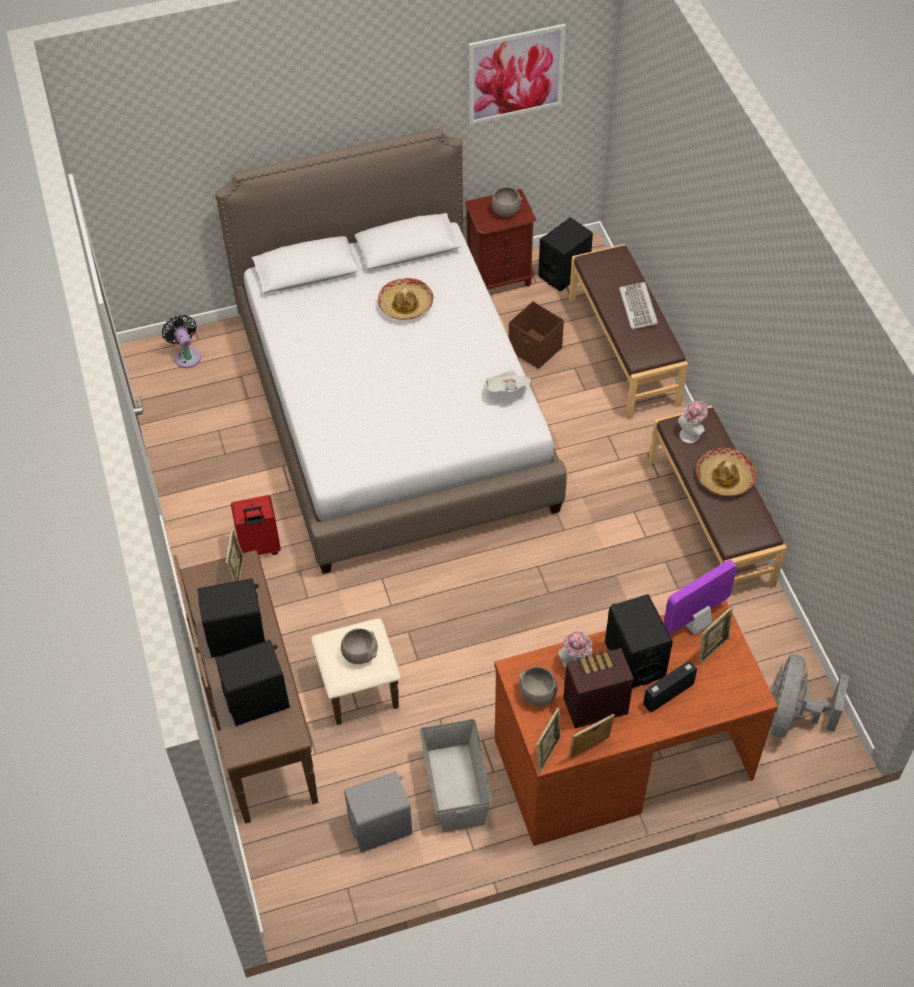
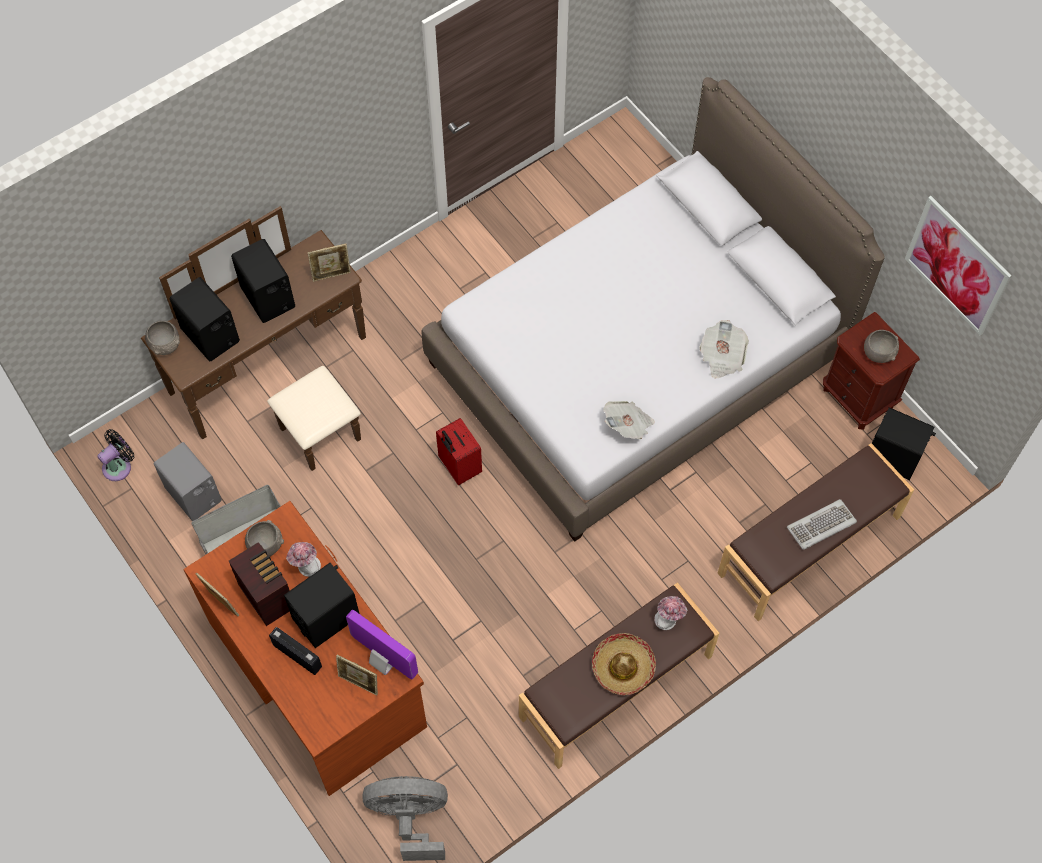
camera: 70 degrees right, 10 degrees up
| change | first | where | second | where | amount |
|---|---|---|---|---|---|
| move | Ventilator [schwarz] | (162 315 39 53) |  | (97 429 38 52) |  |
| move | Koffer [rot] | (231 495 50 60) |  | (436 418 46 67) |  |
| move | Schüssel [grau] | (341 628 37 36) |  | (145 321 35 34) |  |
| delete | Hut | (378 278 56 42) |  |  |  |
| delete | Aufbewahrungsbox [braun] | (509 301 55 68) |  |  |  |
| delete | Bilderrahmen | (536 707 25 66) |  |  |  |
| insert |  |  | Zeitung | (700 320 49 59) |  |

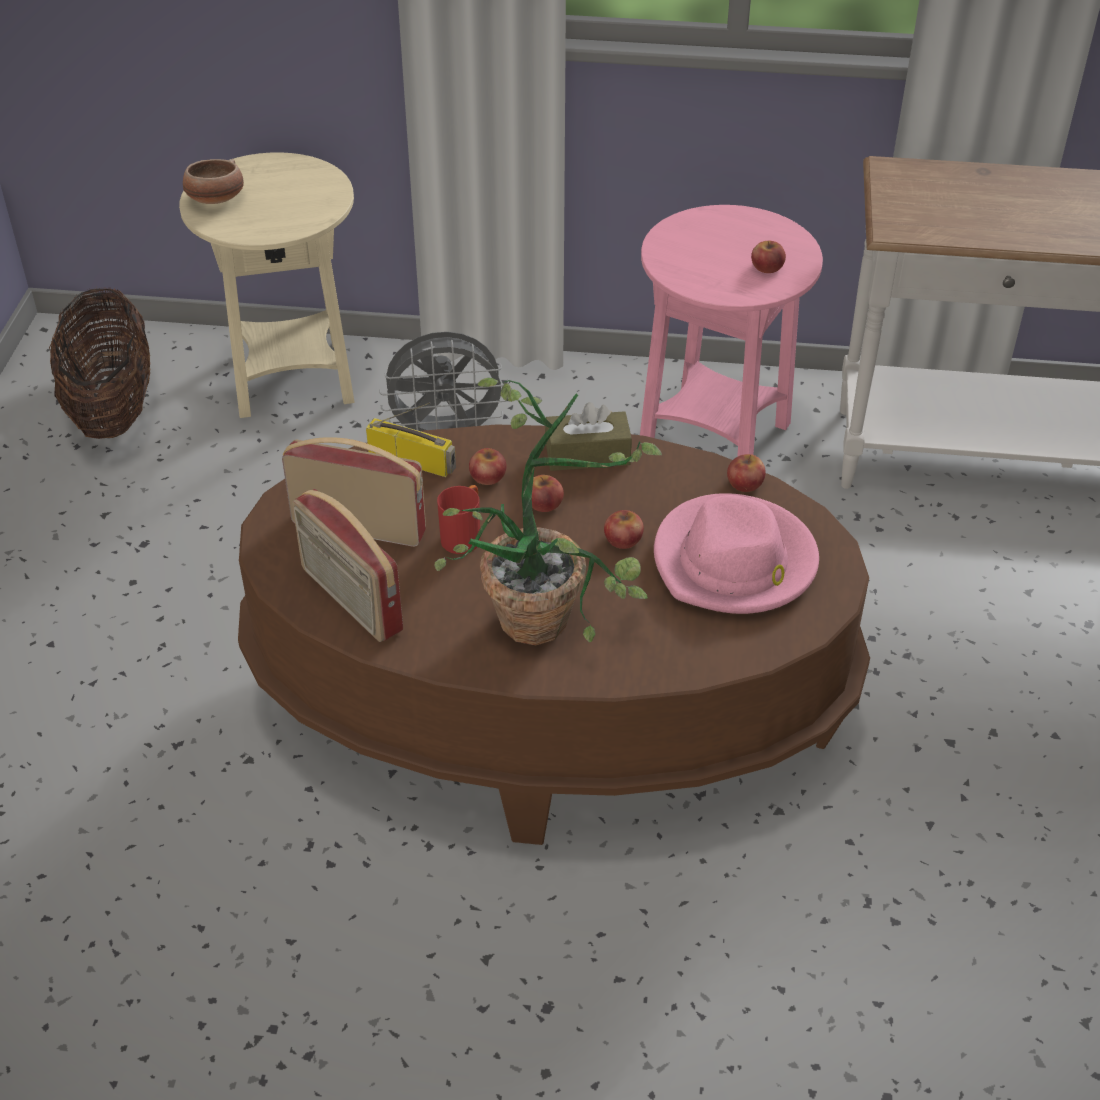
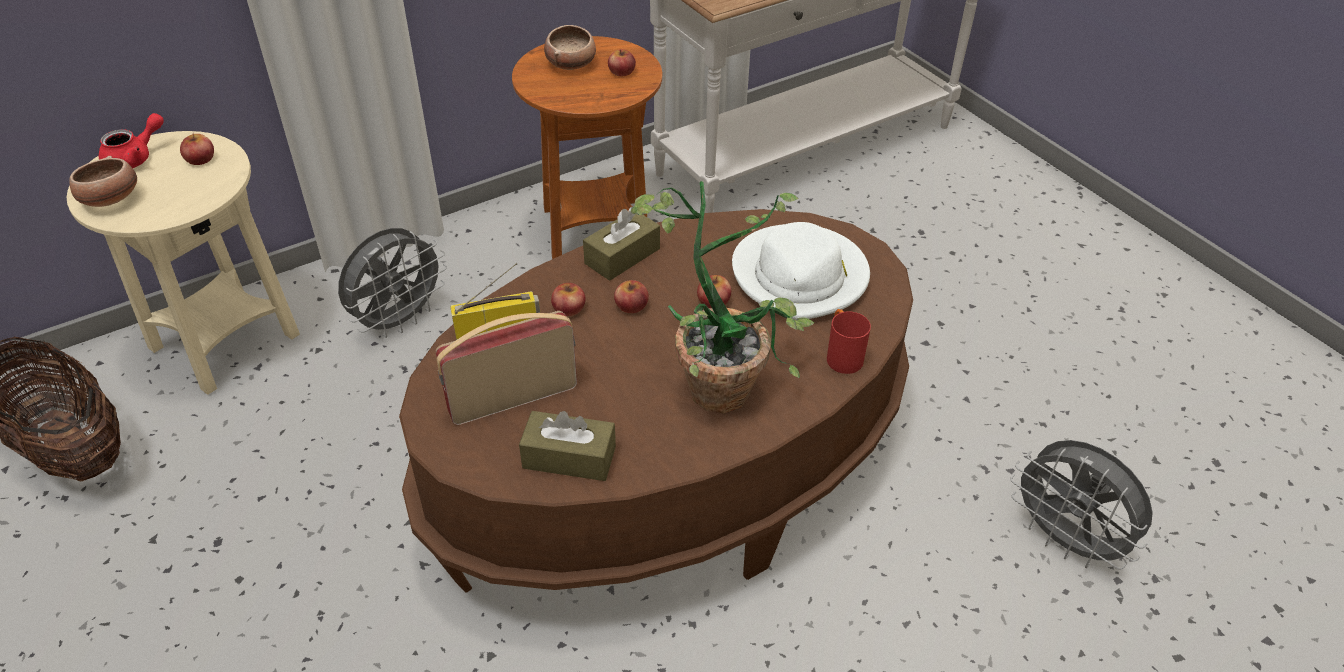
camera: 40 degrees left, 0 degrees up
| change | first | where | second | where | amount |
|---|---|---|---|---|---|
| replace | Radio | (292 489 111 153) | Taschentuchbox [braun] | (519 411 97 70) |  |
| move | Henkelbecher [rot] | (437 485 44 69) |  | (827 309 44 65) |  |
| recolor | Beistelltisch [rosa] | (640 205 183 252) | Beistelltisch [braun] | (512 36 150 223) |  |
| recolor | Hut [rosa] | (654 493 165 121) | Hut [weiß] | (732 222 138 98) |  |
| move | Apfel | (727 454 39 38) |  | (180 133 34 32) |  |
| insert |  |  | Teekanne [rot] | (99 113 65 55) |  |
| insert |  |  | Schüssel | (544 25 52 45) |  |
| insert |  |  | Ventilator [grau] | (1010 440 143 130) |  |

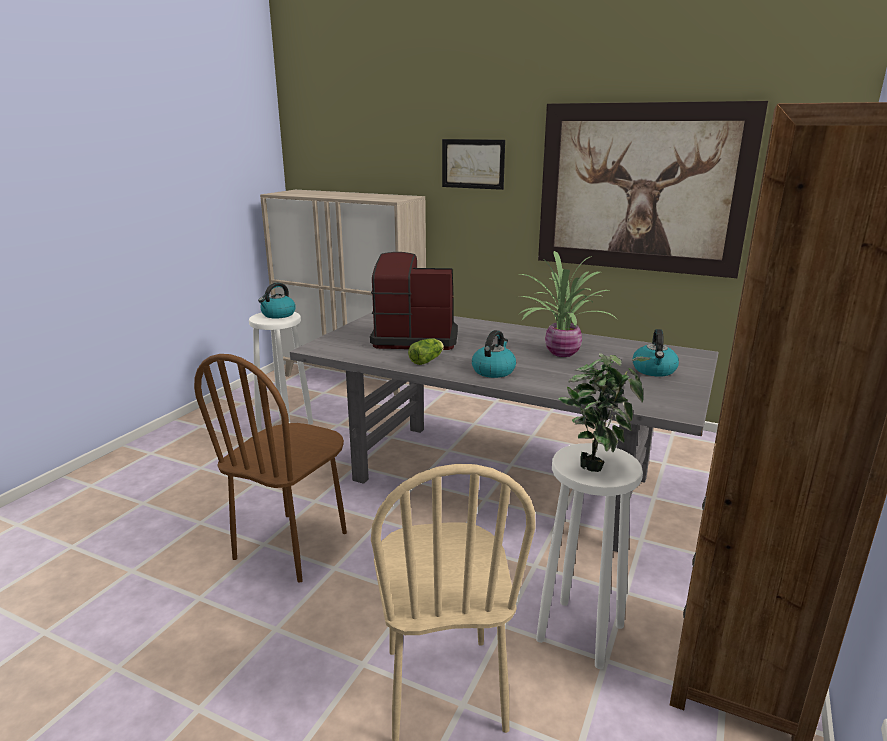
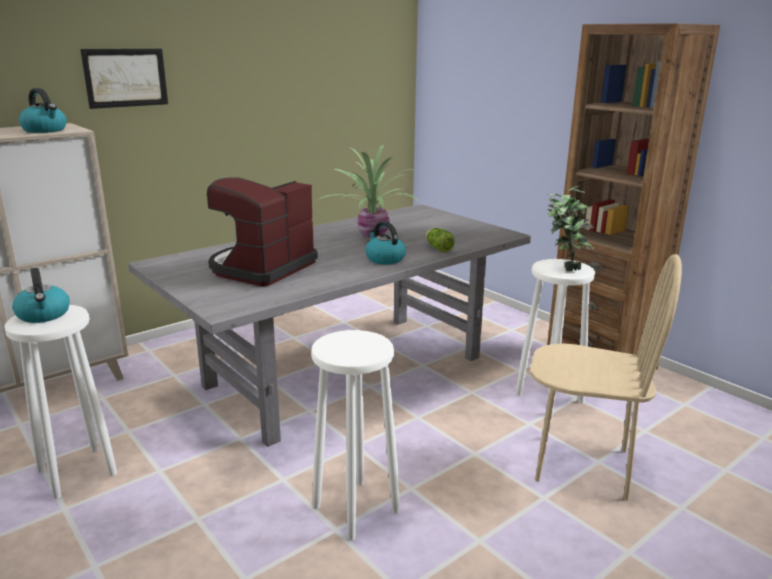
camera: 65 degrees left, 0 degrees up
| change | first | where | second | where | amount |
|---|---|---|---|---|---|
| replace | Stuhl [braun] | (194 354 153 229) | Hocker [weiß] | (311 330 89 211) |  |
| move | Salatkopf | (408 338 36 27) |  | (426 228 29 24) |  |
| delete | Bild | (538 101 230 177) |  |  |  |
| move | Wasserkessel | (633 329 46 48) |  | (19 88 48 45) |  |

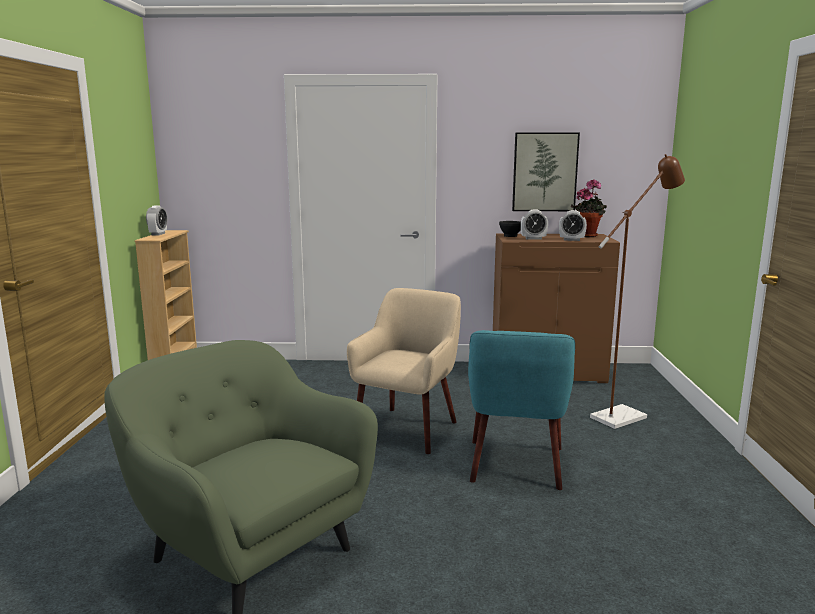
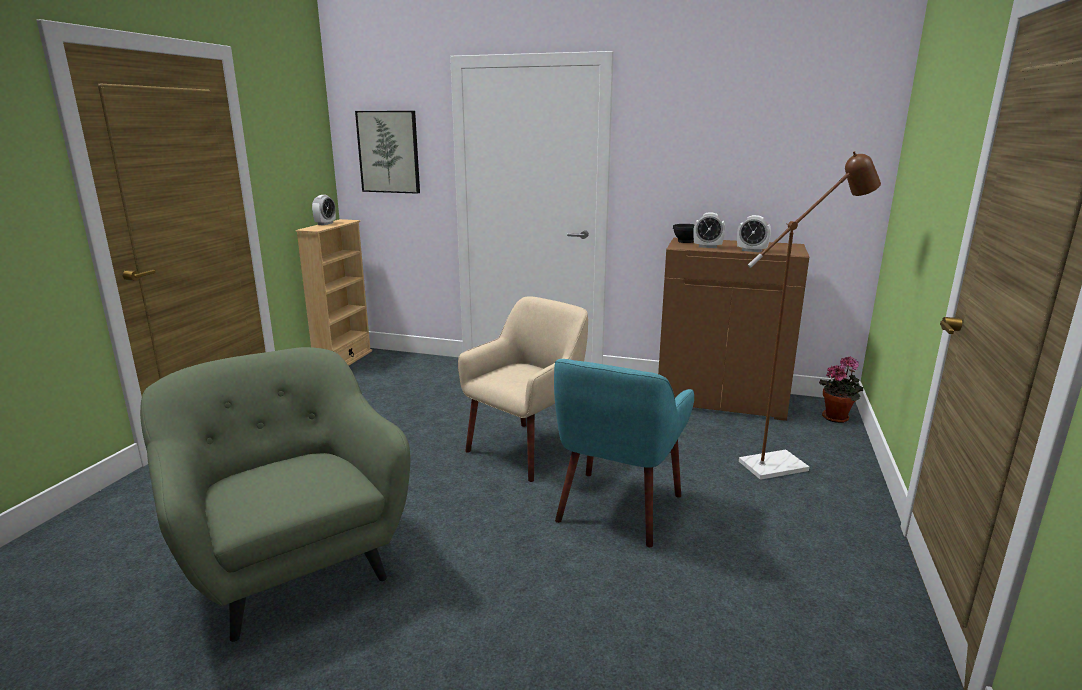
camera: 15 degrees right, 5 degrees up
| change | first | where | second | where | amount |
|---|---|---|---|---|---|
| move | Bild | (512 132 68 79) |  | (355 111 65 83) |  |
| move | Topfpflanze | (571 179 36 58) |  | (819 356 44 67) |  |

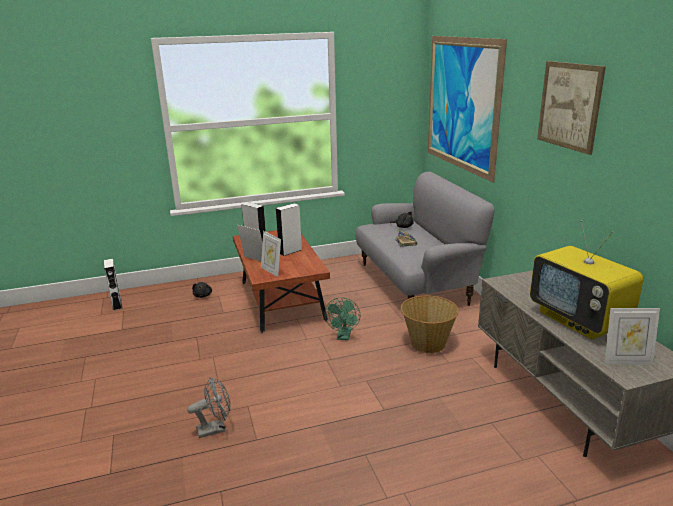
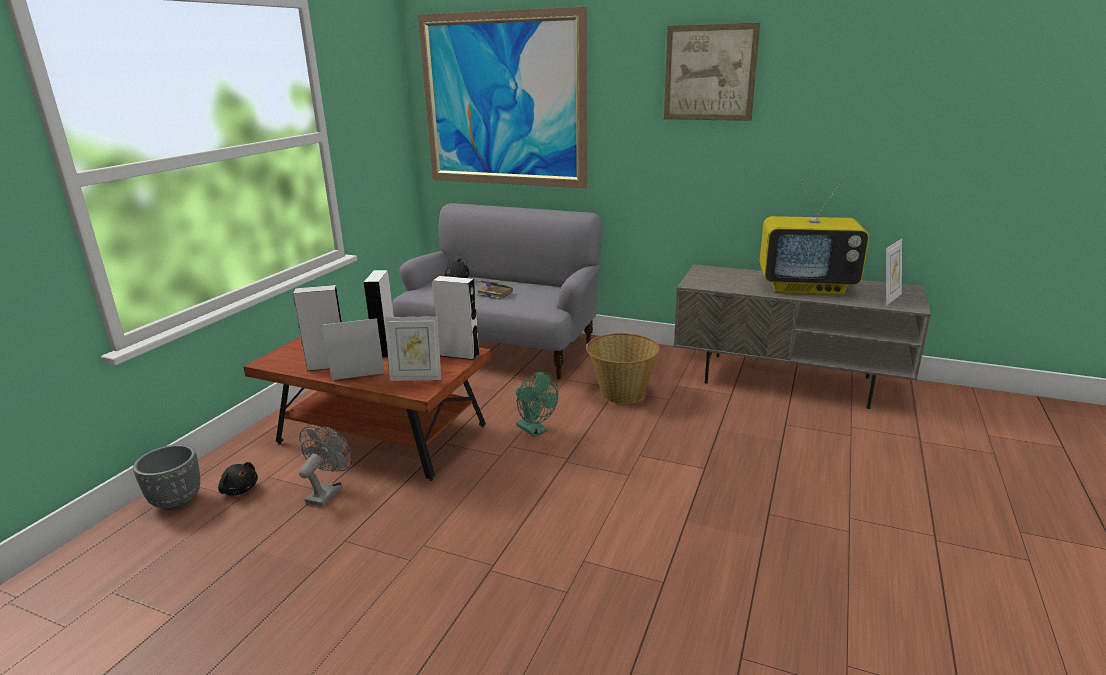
camera: 50 degrees left, 0 degrees up
| change | first | where | second | where | amount |
|---|---|---|---|---|---|
| move | Lautsprecher [weiß] | (104 259 18 51) |  | (432 276 48 84) |  |
| move | Ventilator [grau] | (187 377 44 61) |  | (299 425 53 82) |  |
| insert |  |  | Pflanzkübel [grau] | (133 444 67 66) |  |

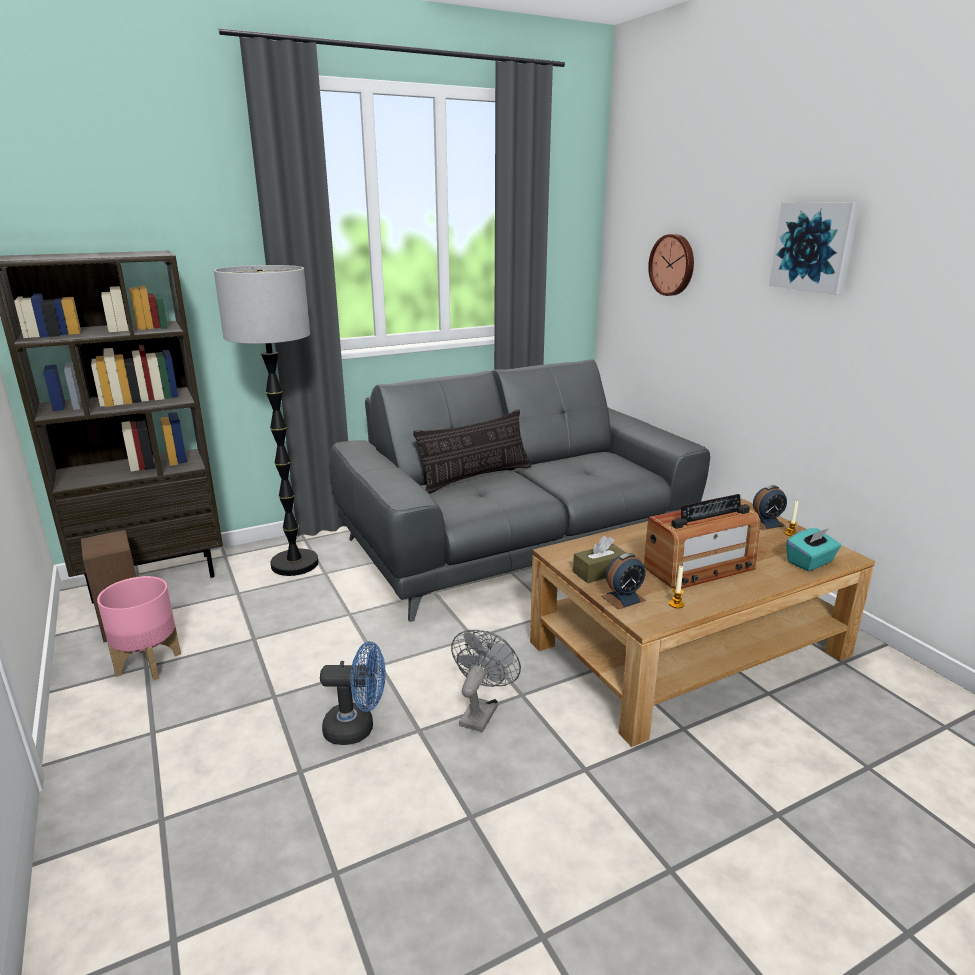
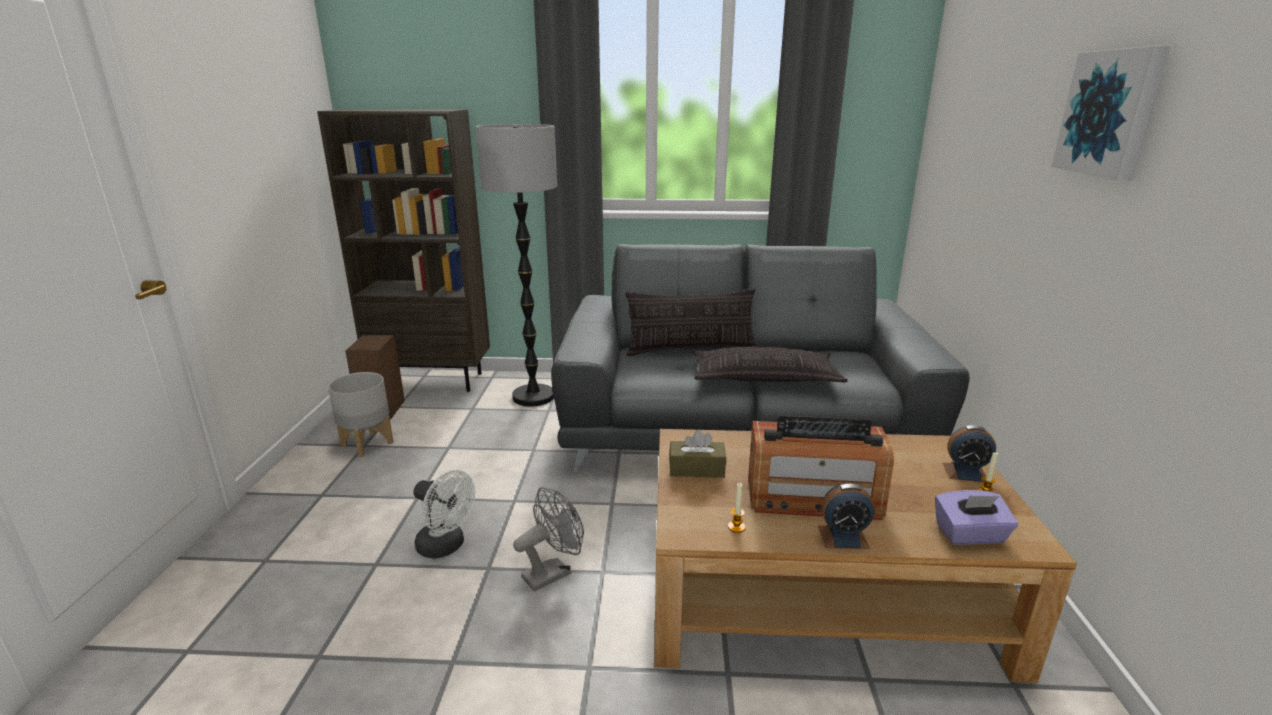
camera: 30 degrees right, 0 degrees up
| change | first | where | second | where | amount |
|---|---|---|---|---|---|
| recolor | Pflanzkübel [rosa] | (97 576 84 104) | Pflanzkübel [grau] | (328 372 65 85) |  |
| recolor | Ventilator [blau] | (320 641 65 104) | Ventilator [weiß] | (413 470 62 89) |  |
| move | Wecker | (601 553 45 57) |  | (818 484 56 65) |  |
| delete | Wanduhr | (648 234 46 62) |  |  |  |
| recolor | Taschentuchbox [türkis] | (786 528 55 43) | Taschentuchbox [lila] | (935 490 83 55) |  |
| insert |  |  | Kissen | (693 347 155 36) |  |

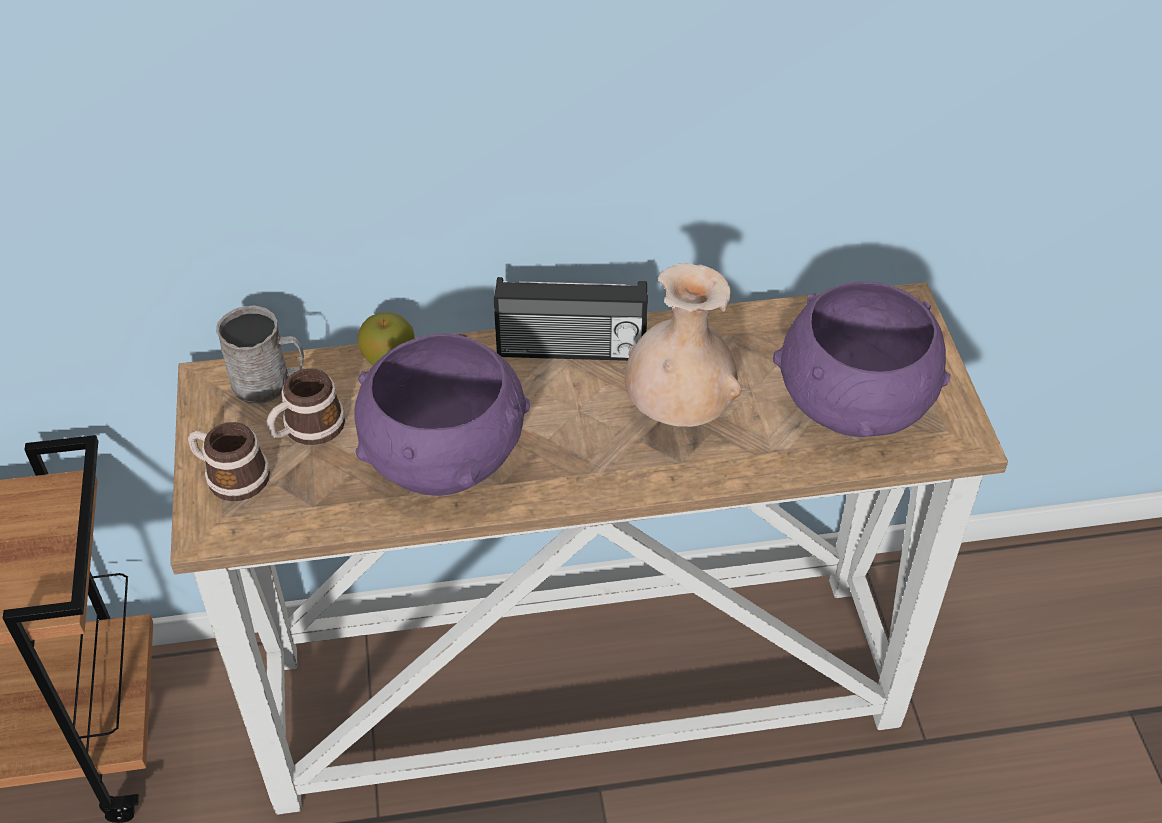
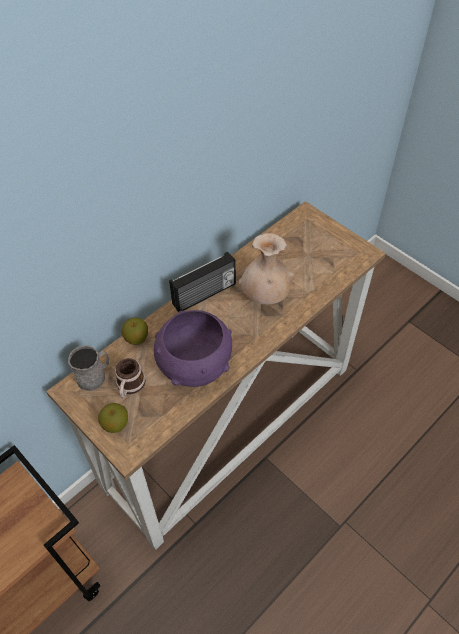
camera: 35 degrees left, 5 degrees up
| change | first | where | second | where | amount |
|---|---|---|---|---|---|
| replace | Henkelbecher | (188 422 82 79) | Apfel | (98 403 30 30) |  |
| delete | Schüssel [lila] | (773 281 178 156) |  |  |  |

